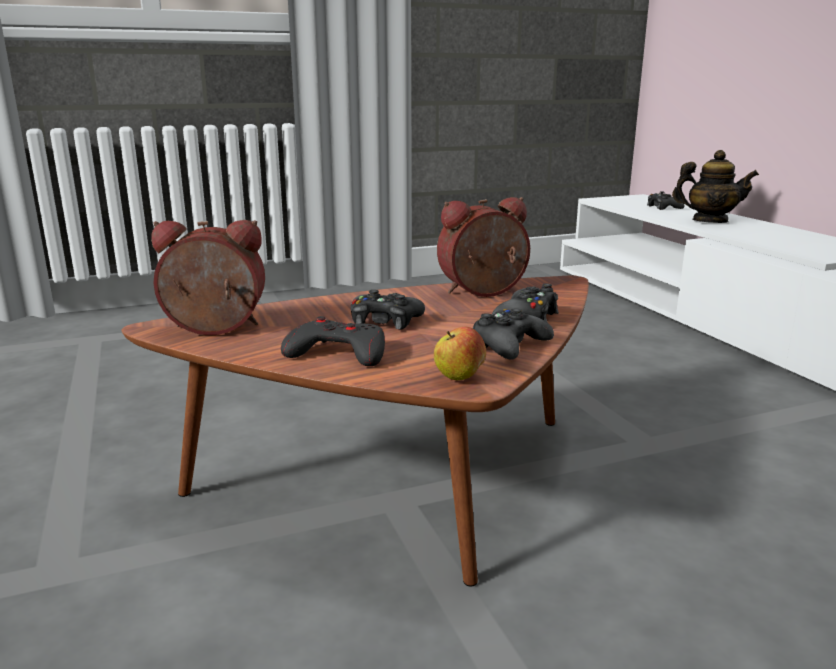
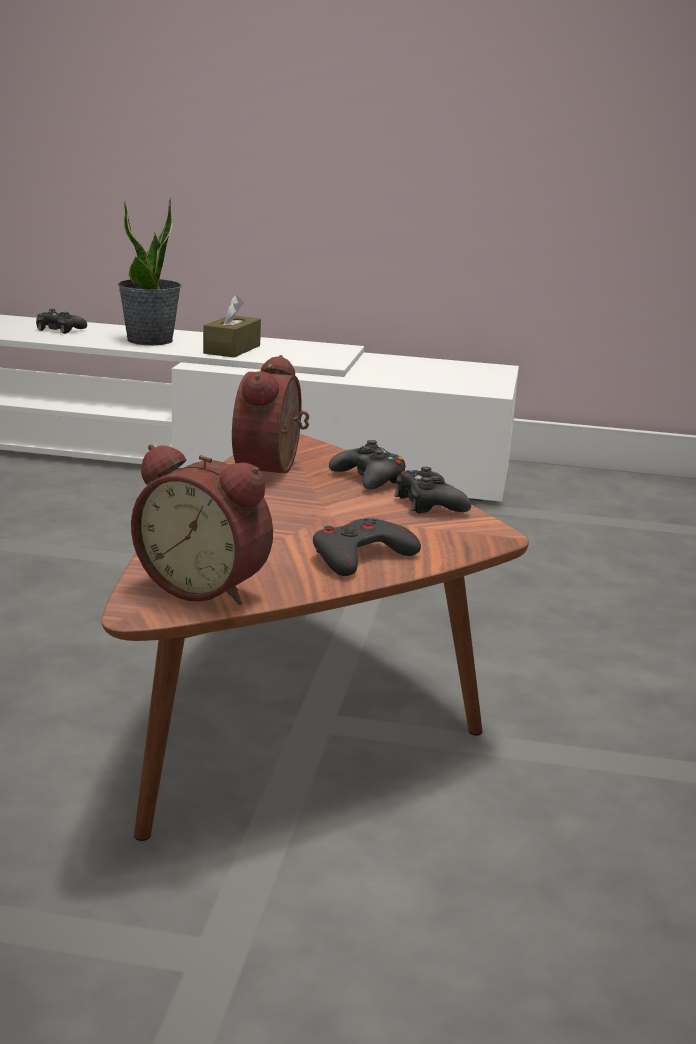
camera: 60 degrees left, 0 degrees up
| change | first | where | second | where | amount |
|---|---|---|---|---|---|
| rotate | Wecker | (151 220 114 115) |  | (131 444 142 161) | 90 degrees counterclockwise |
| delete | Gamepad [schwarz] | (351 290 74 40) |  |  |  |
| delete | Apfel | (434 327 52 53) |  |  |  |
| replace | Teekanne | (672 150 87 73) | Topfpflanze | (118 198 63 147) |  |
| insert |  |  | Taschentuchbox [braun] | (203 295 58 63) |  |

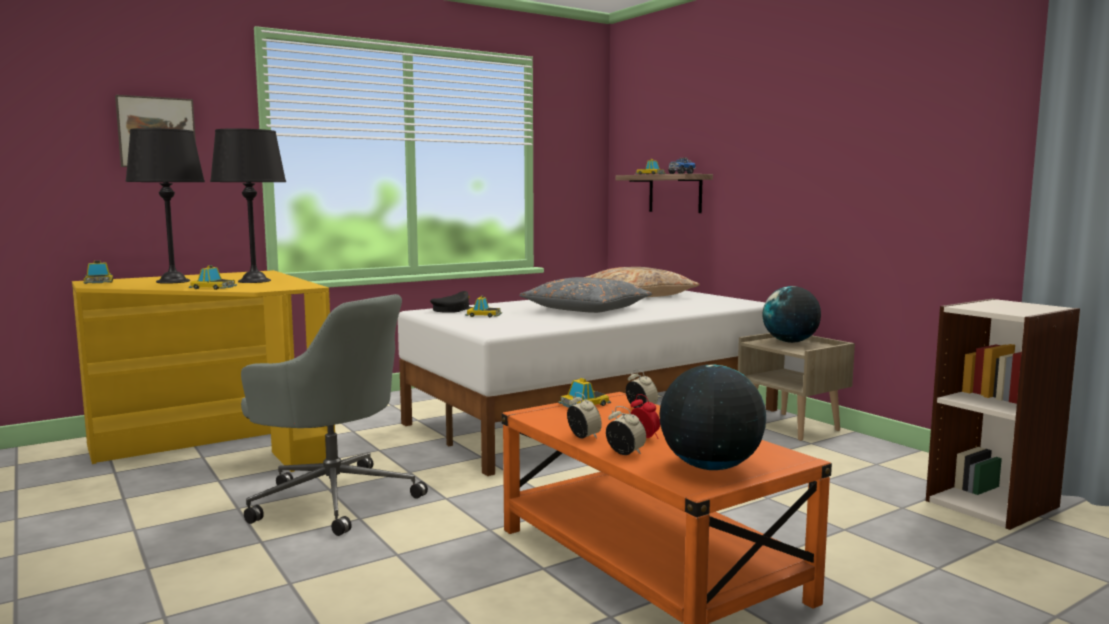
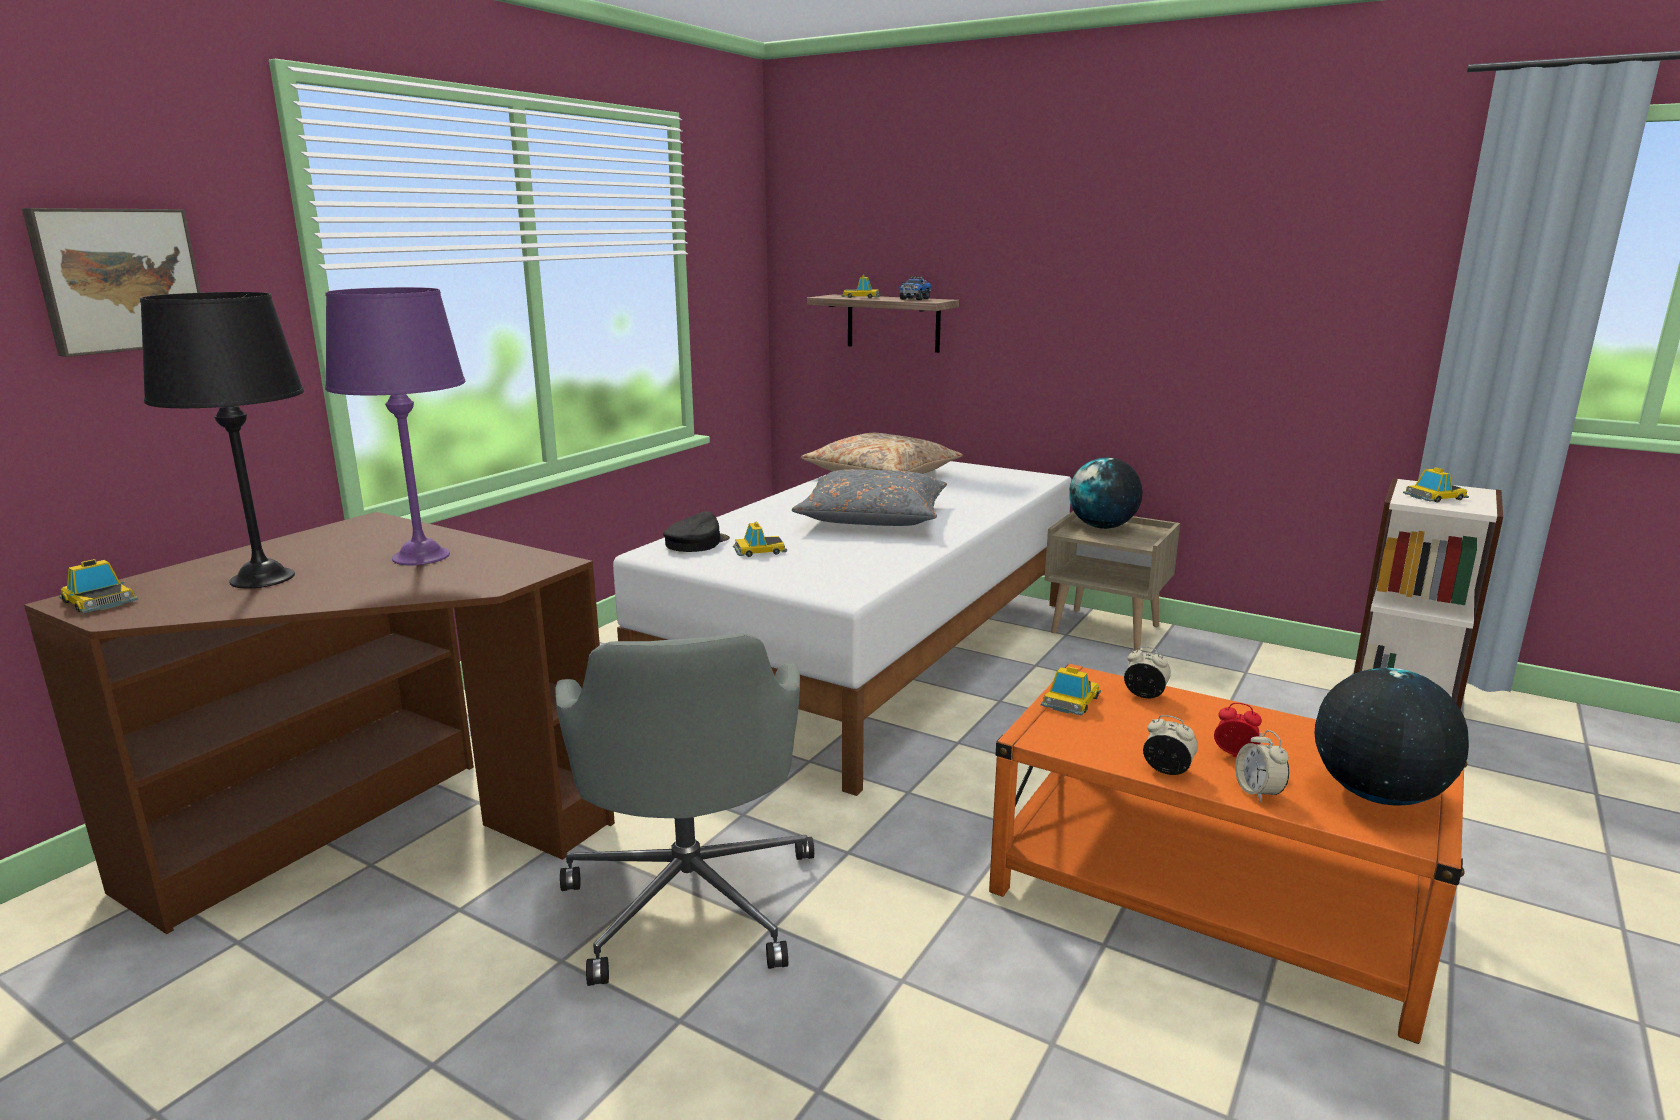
camera: 25 degrees left, 10 degrees up
| change | first | where | second | where | amount |
|---|---|---|---|---|---|
| recolor | Schreibtisch [gelb] | (72 270 263 202) | Schreibtisch [braun] | (24 512 591 422) |  |
| move | Spielzeugauto | (189 265 48 25) |  | (1403 467 66 35) |  |
| recolor | Tischlampe [schwarz] | (210 128 76 155) | Tischlampe [lila] | (325 287 140 278) |  |
| rotate | Bürostuhl [grau] | (241 294 187 242) |  | (555 633 259 353) | 75 degrees clockwise |
| rotate | Wecker | (606 406 40 49) |  | (1235 730 54 72) | 120 degrees counterclockwise |

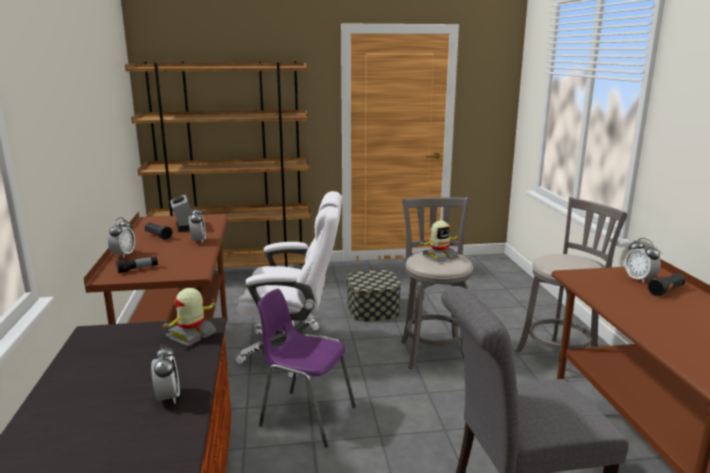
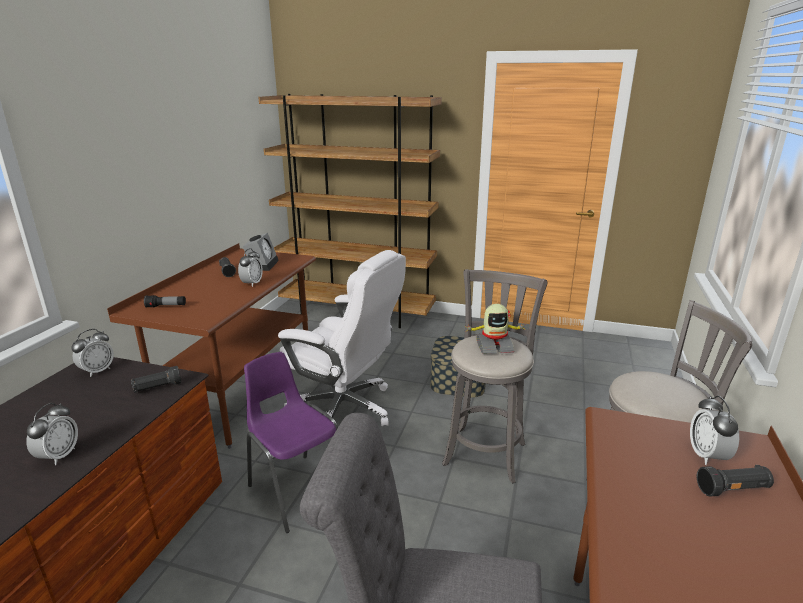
camera: 25 degrees right, 5 degrees up
| change | first | where | second | where | amount |
|---|---|---|---|---|---|
| move | Wecker | (108 217 27 41) |  | (72 329 42 48) |  |
| replace | Spielzeugroboter | (162 288 55 58) | Taschenlampe [schwarz] | (131 366 50 27) |  |

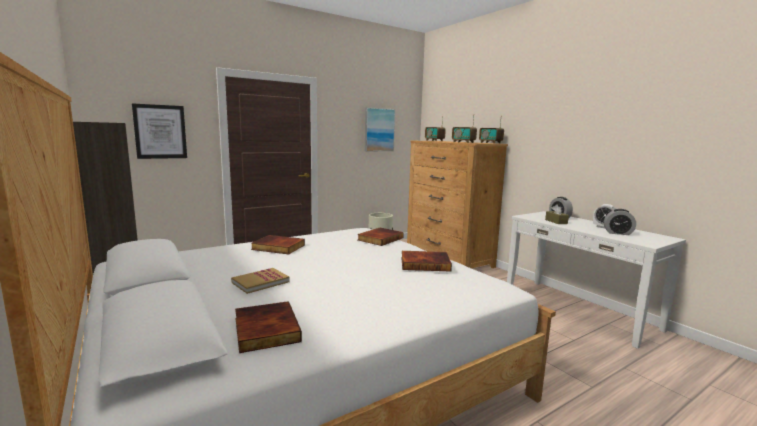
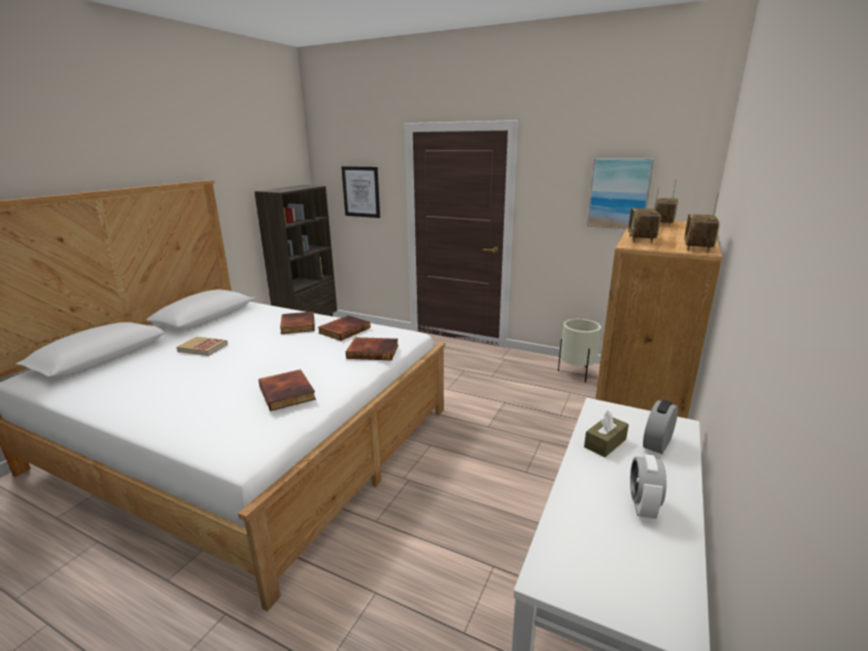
camera: 60 degrees right, 10 degrees up
| change | first | where | second | where | amount |
|---|---|---|---|---|---|
| move | Buch | (235 301 67 52) |  | (318 315 53 26) |  |
| delete | Wecker | (604 209 32 26) |  |  |  |

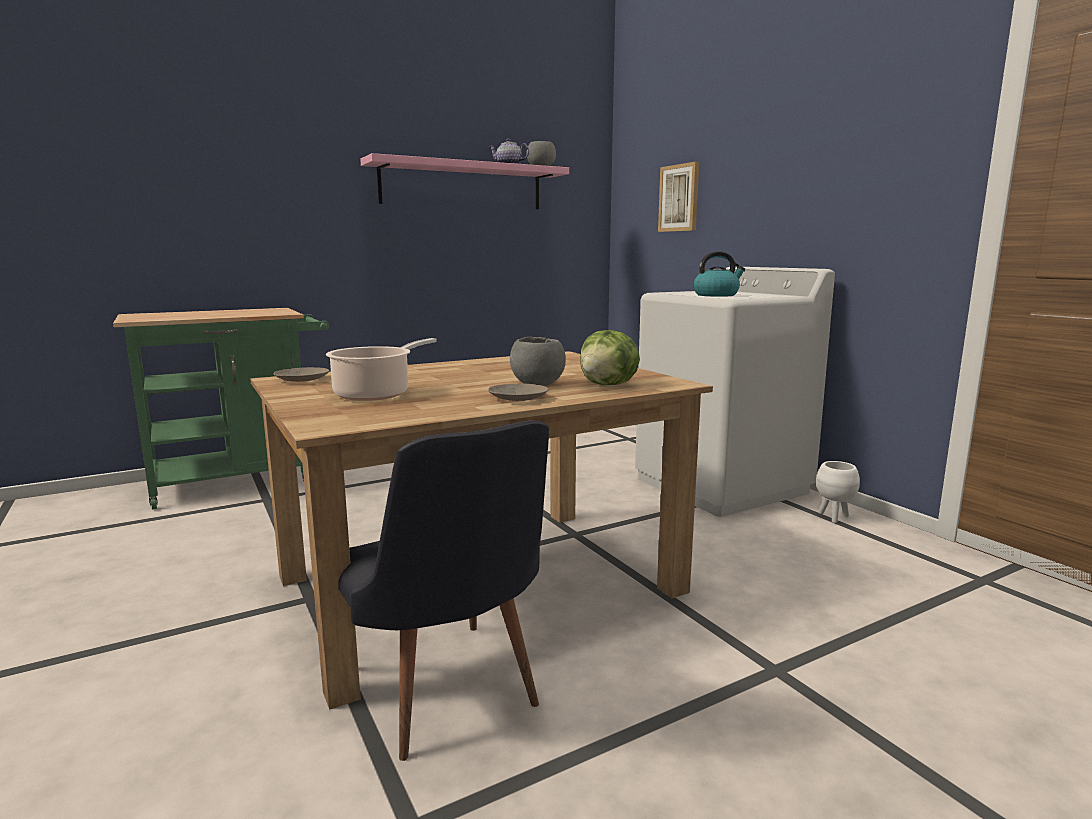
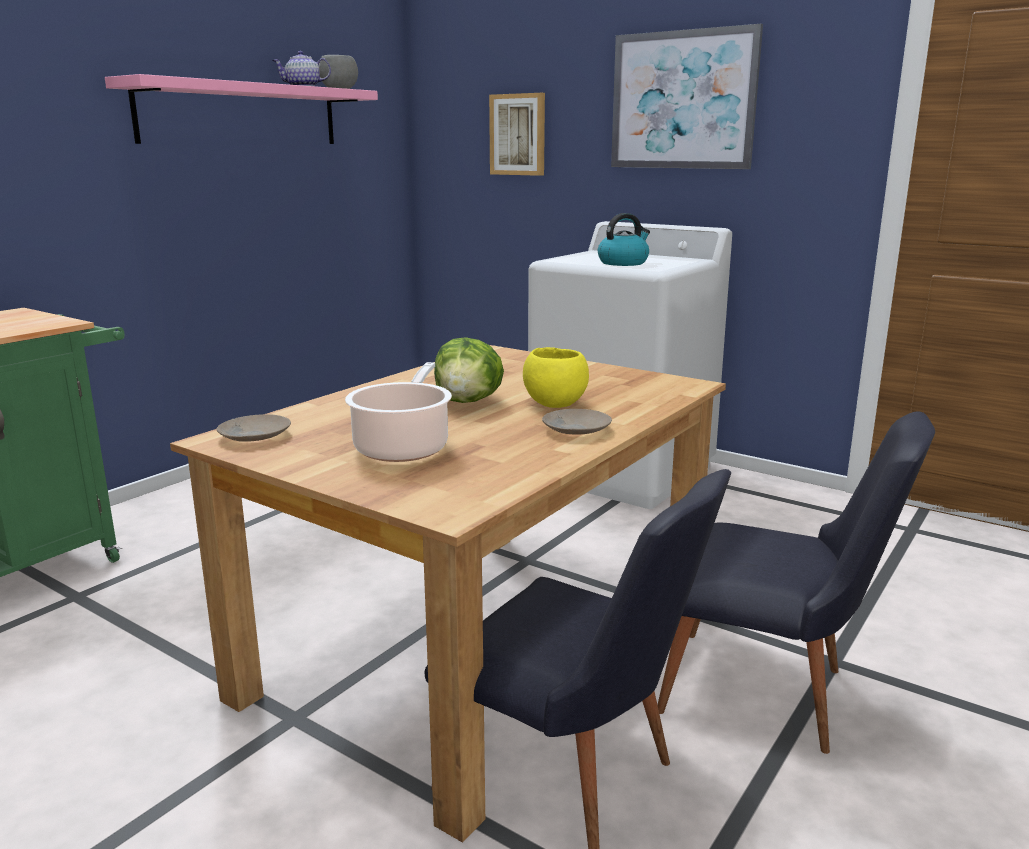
camera: 25 degrees left, 5 degrees up
| change | first | where | second | where | amount |
|---|---|---|---|---|---|
| recolor | Schüssel [grau] | (510 337 56 49) | Schüssel [gelb] | (523 347 66 61) |  |
| move | Salatkopf | (580 330 60 55) |  | (434 337 70 66) |  |
| delete | Pflanzkübel [weiß] | (816 461 44 62) |  |  |  |
| insert |  |  | Bild | (611 24 152 145) |  |
| insert |  |  | Stuhl [schwarz] | (658 411 277 343) |  |

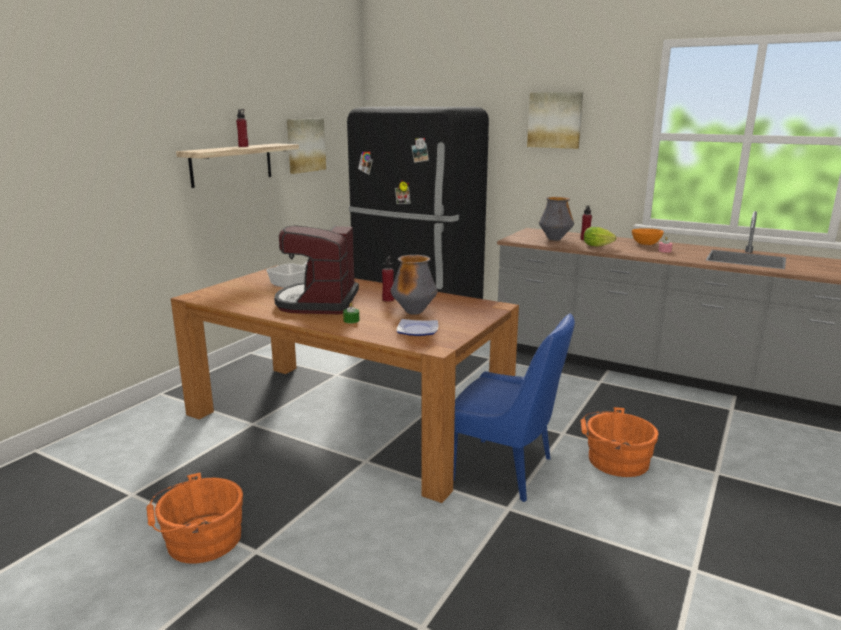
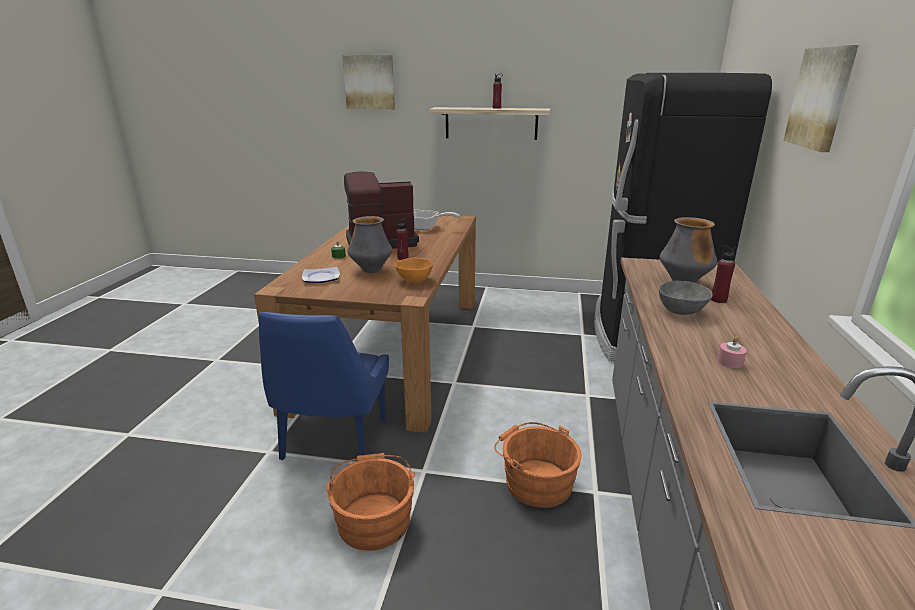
camera: 70 degrees right, 5 degrees up
| change | first | where | second | where | amount |
|---|---|---|---|---|---|
| move | Eimer [orange] | (146 473 97 91) |  | (494 422 88 86) |  |
| move | Bild | (287 118 39 56) |  | (342 55 53 55) |  |
| replace | Salatkopf | (584 227 32 20) | Schüssel [grau] | (659 281 54 34) |  |
| move | Schüssel [orange] | (632 228 32 17) |  | (395 258 38 25) |  |

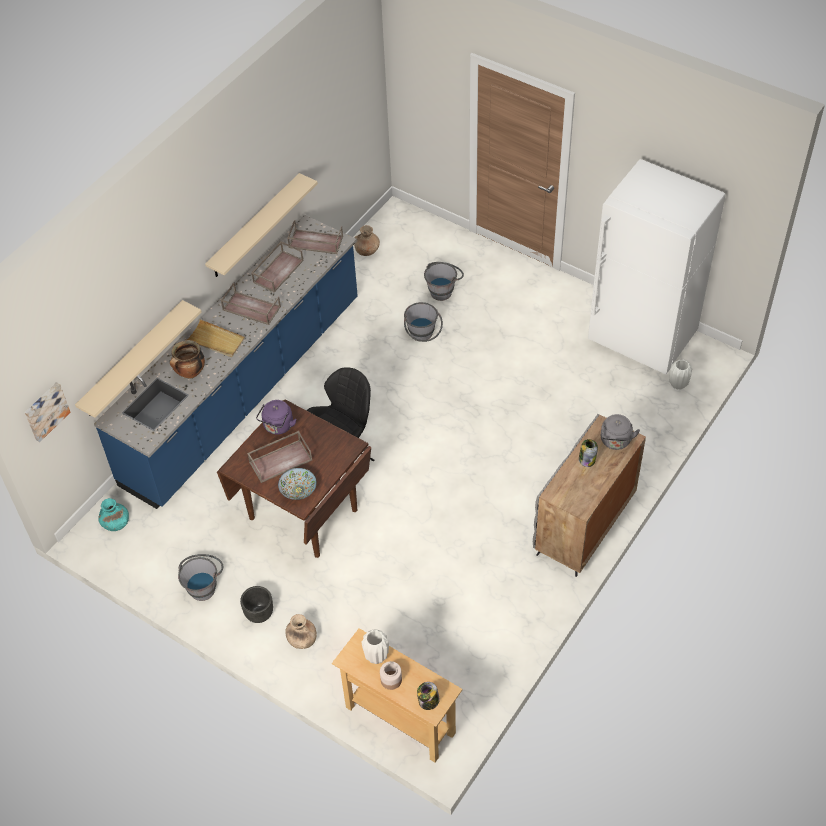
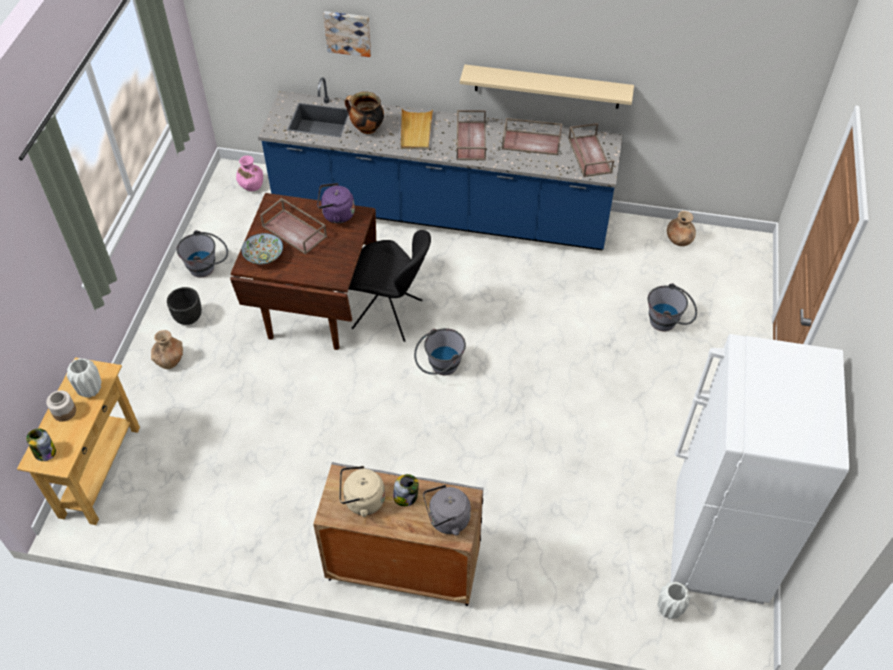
camera: 65 degrees right, 0 degrees up
| change | first | where | second | where | amount |
|---|---|---|---|---|---|
| move | Bild | (25 382 45 60) |  | (323 11 48 46) |  |
| delete | Wandregal [beige] | (75 300 126 118) |  |  |  |
| recolor | Vase [türkis] | (98 498 31 33) | Vase [rosa] | (236 156 27 35) |  |
| move | Eimer [grau] | (404 302 39 40) |  | (414 328 52 48) |  |
| insert |  |  | Wasserkessel [beige] | (339 466 46 51) |  |

